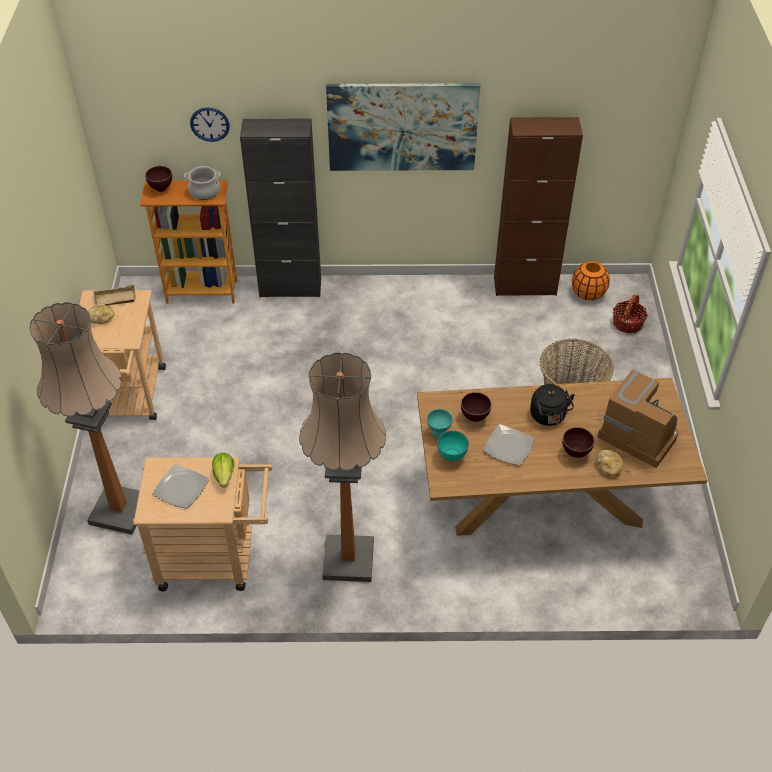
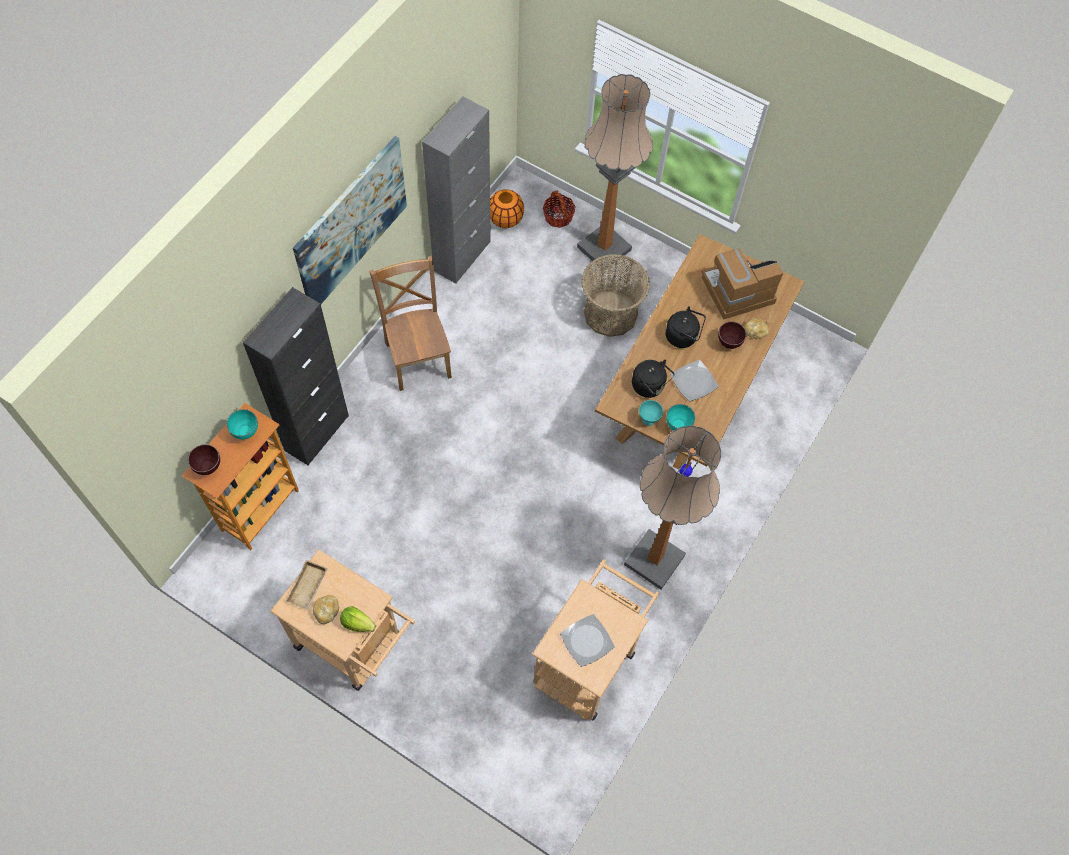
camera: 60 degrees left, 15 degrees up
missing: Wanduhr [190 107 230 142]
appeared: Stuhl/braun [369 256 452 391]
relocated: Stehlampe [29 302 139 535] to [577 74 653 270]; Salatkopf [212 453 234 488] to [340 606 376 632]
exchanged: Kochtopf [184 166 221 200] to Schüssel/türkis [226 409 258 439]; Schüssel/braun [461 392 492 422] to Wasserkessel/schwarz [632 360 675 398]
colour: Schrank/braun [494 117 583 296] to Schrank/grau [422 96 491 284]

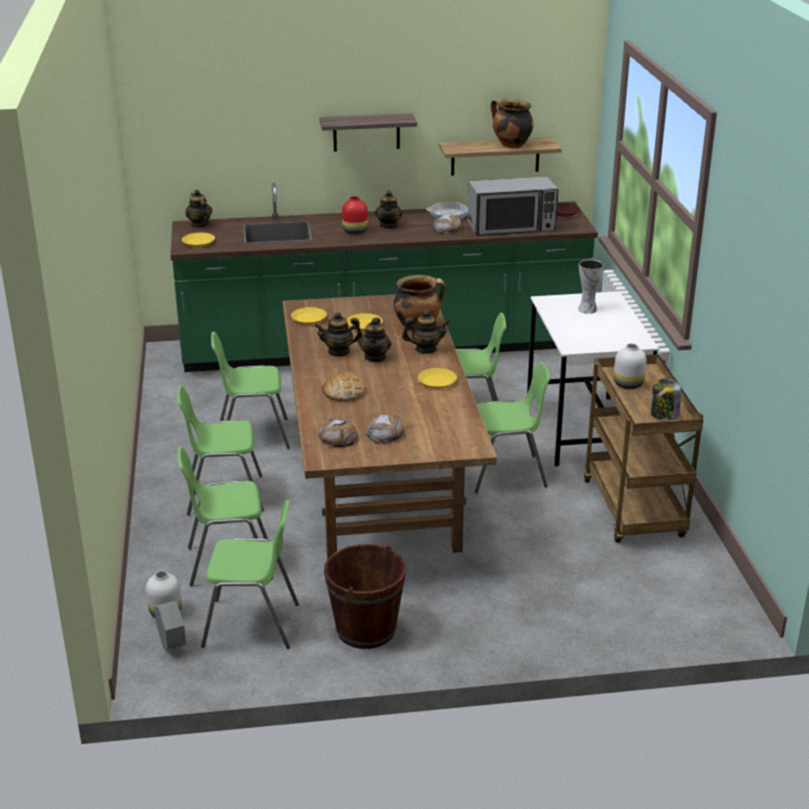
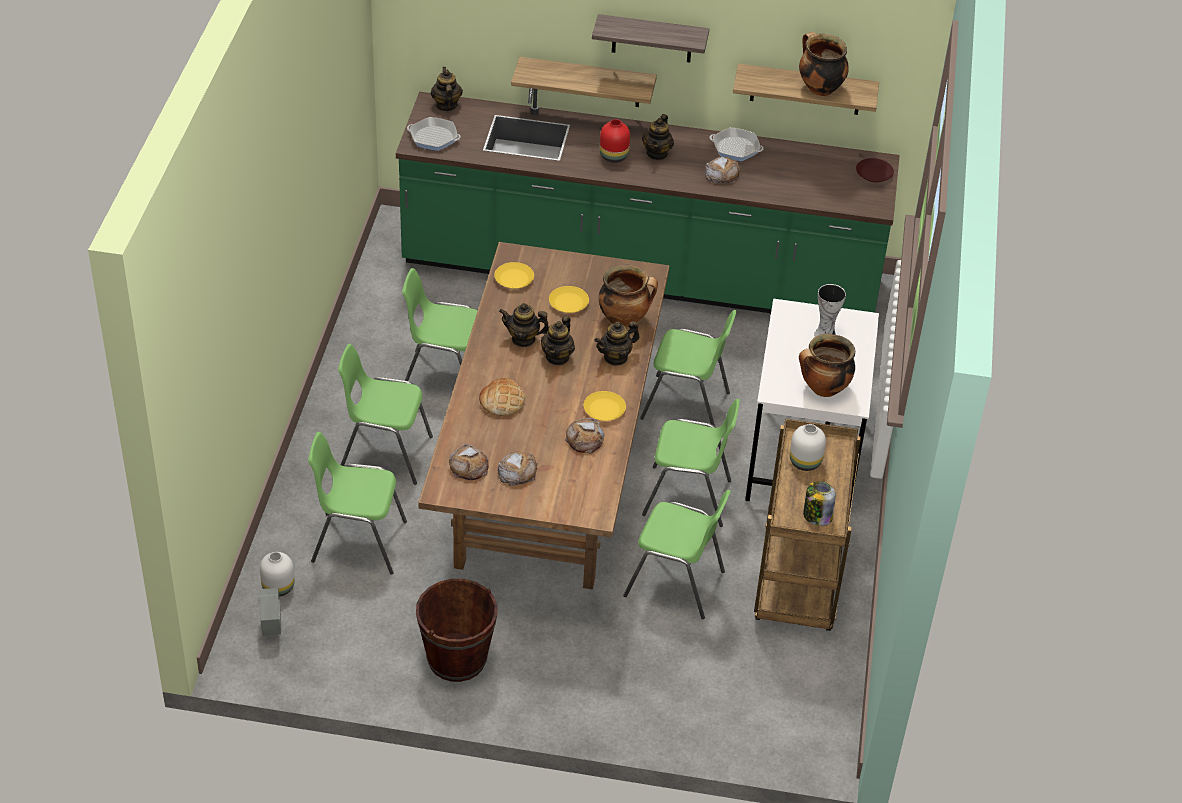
camera: 15 degrees right, 15 degrees up
missing: Mikrowelle [468 176 558 236]
appeared: Wandregal [511 57 657 107]; Brot [564 418 604 454]; Kochtopf [799 334 855 397]
relocated: Stuhl/grün [201 500 299 649] to [623 490 731 619]
exchanged: Teller/gelb [182 233 215 247] to Pfanne [407 117 461 151]
spun: Teekanne [402 310 450 354] = [595 321 640 366] 135 degrees clockwise

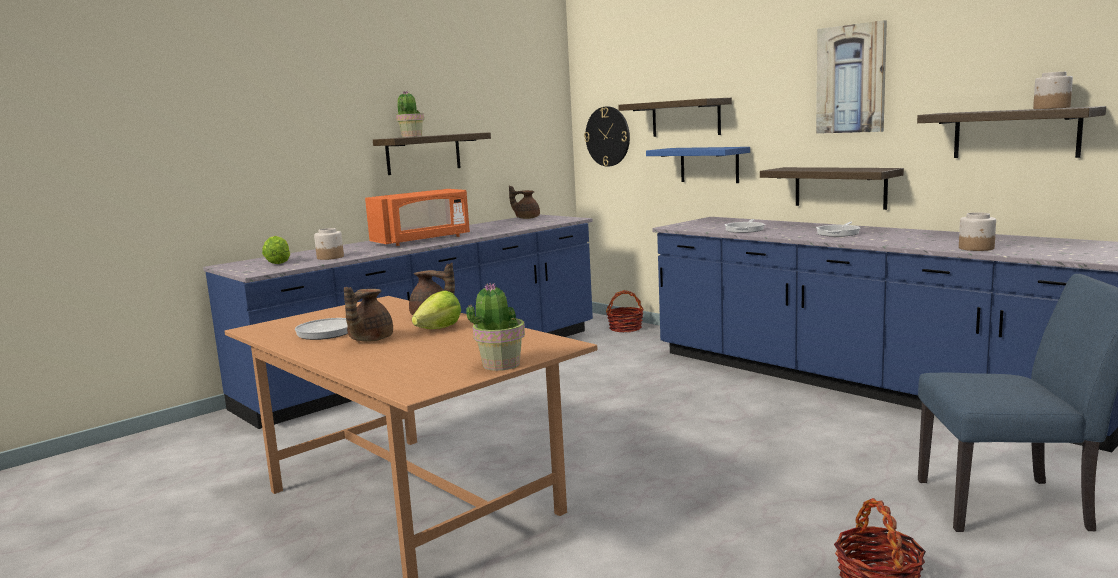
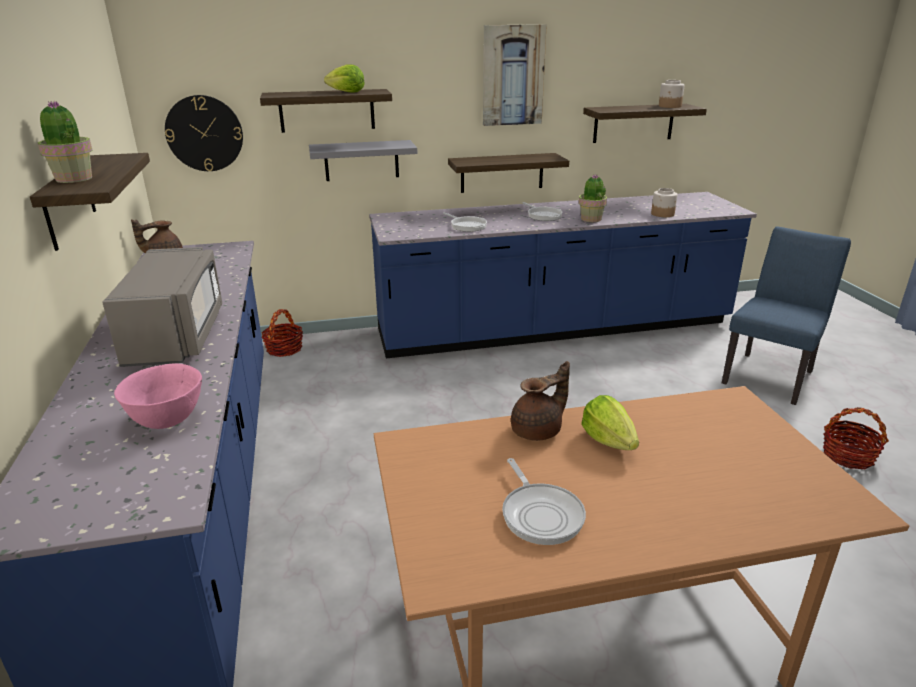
camera: 60 degrees left, 15 degrees up
missing: Teekanne/braun [344 287 393 342]
relocated: Salatkopf [262 236 290 264] to [324 65 365 93]; Topfpflanze [466 283 525 371] to [579 174 607 222]
exchanged: Vorratsglas [314 228 344 260] to Schüssel/rosa [114 364 202 429]
colour: Mikrowelle/orange [365 189 470 246] to Mikrowelle/grau [102 247 222 367]; Wandregal/blau [646 147 750 183] to Wandregal/grau [309 140 418 181]

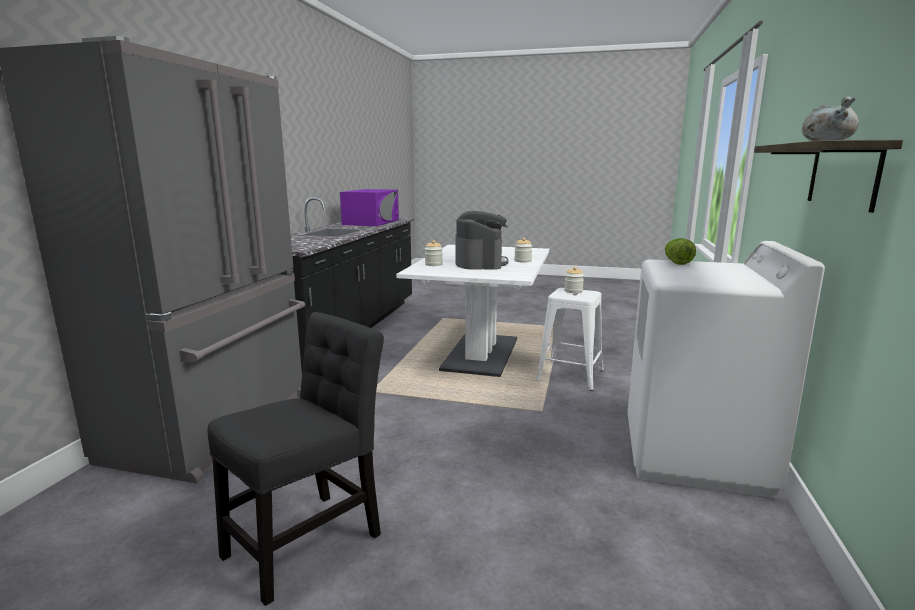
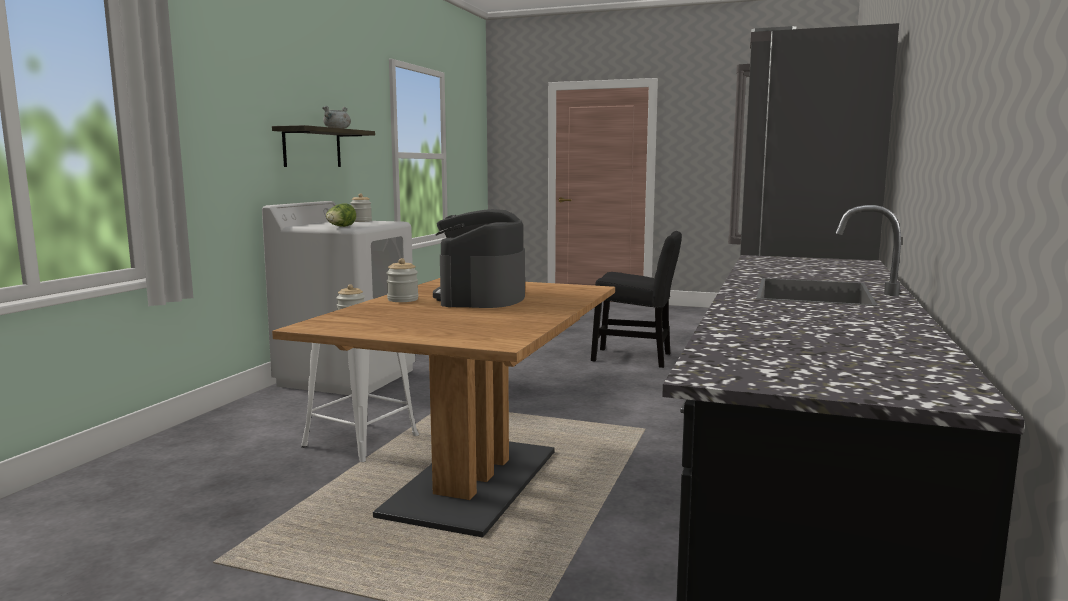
camera: 175 degrees left, 5 degrees down
missing: Mikrowelle/lila [340 189 399 226]
relocated: Vorratsglas [425 240 443 266] to [351 193 372 222]
colour: Esstisch/weiß [396 245 549 377] to Esstisch/braun [272 278 615 538]
spun: Stuhl/schwarz [208 312 384 606] = [591 231 682 368] 120 degrees counterclockwise

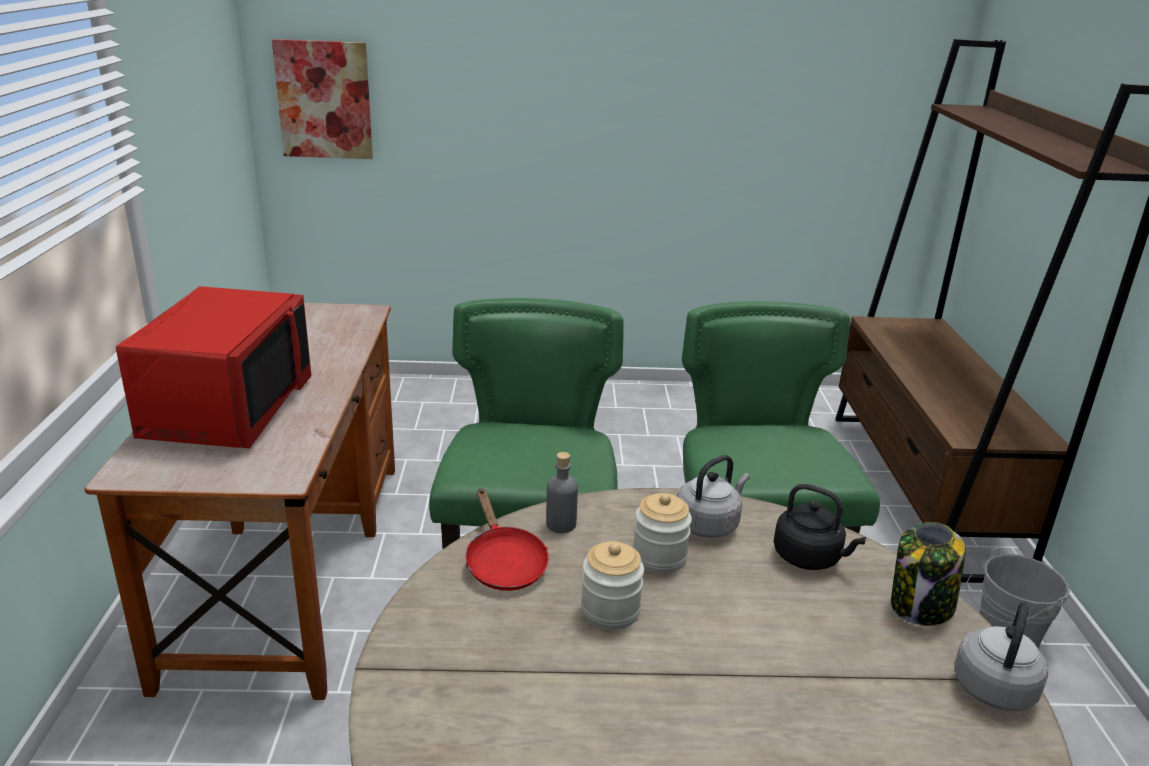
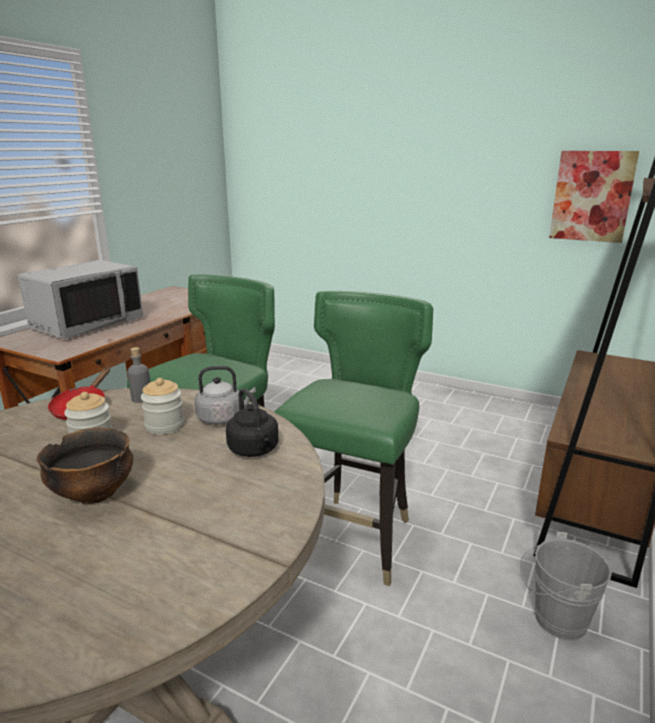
camera: 30 degrees right, 5 degrees down
missing: Vorratsglas [891 522 965 626]; Wasserkessel/grau [955 602 1048 711]
appeared: Schüssel [37 427 133 504]
relocated: Bild [272 39 373 159] to [549 151 639 243]
colour: Mikrowelle/rot [116 286 311 449] to Mikrowelle/grau [18 260 143 339]

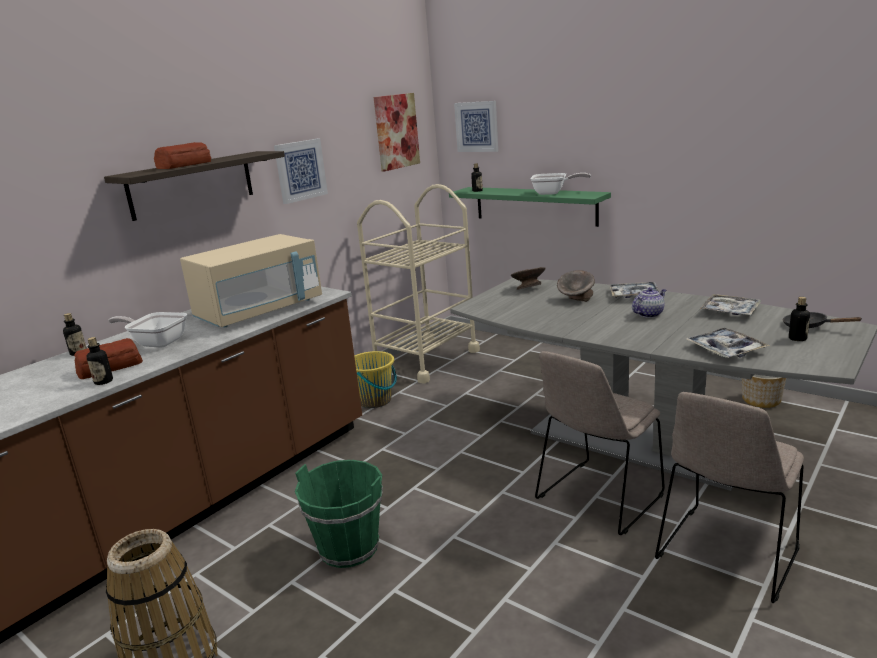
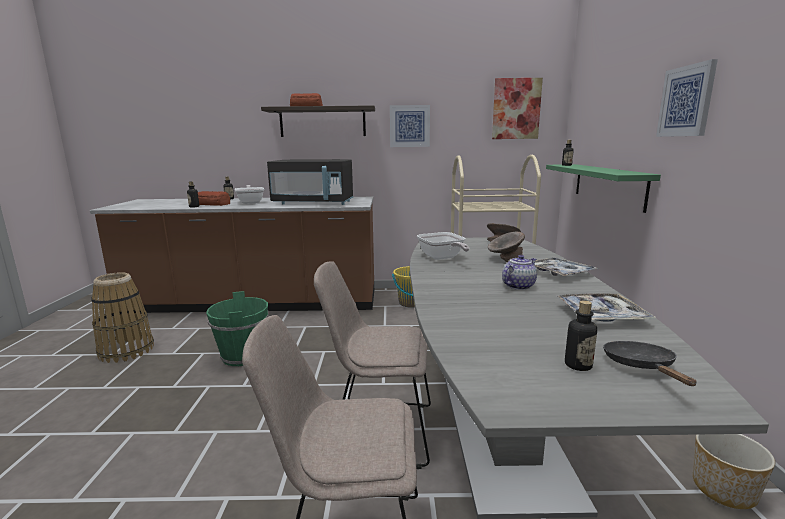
camera: 50 degrees right, 5 degrees down
missing: Tablett [686 328 770 358]
relocated: Bild [454 101 498 152] to [656 59 718 137]; Pfanne [530 173 591 195] to [417 232 469 260]
colour: Mikrowelle/beige [180 234 322 327] to Mikrowelle/schwarz [267 159 353 205]
spun: Teekanne [632 287 666 318] = [502 255 537 290] 60 degrees counterclockwise

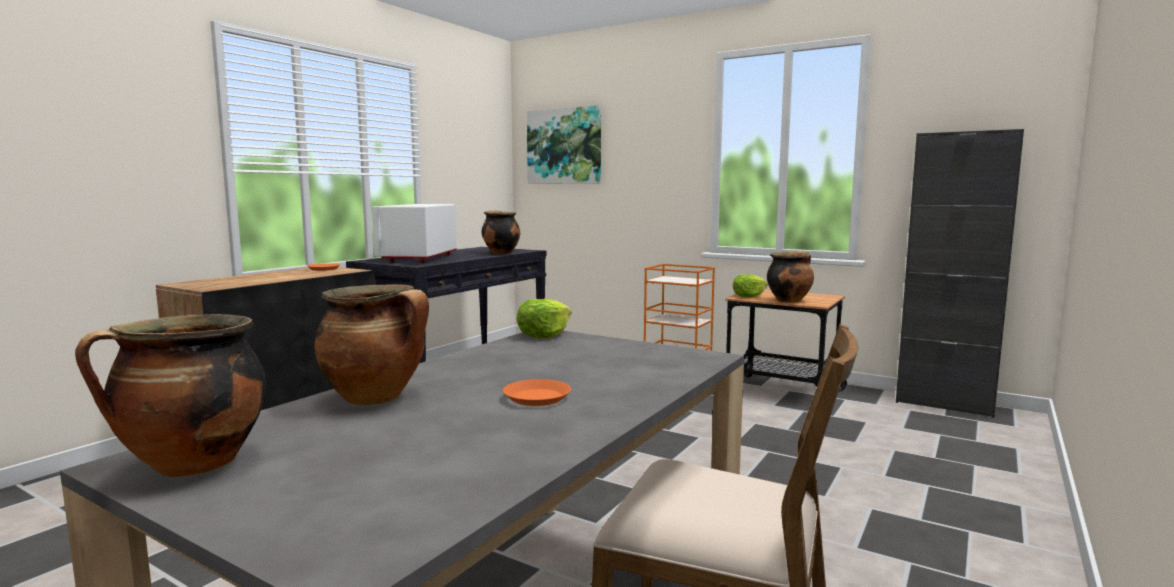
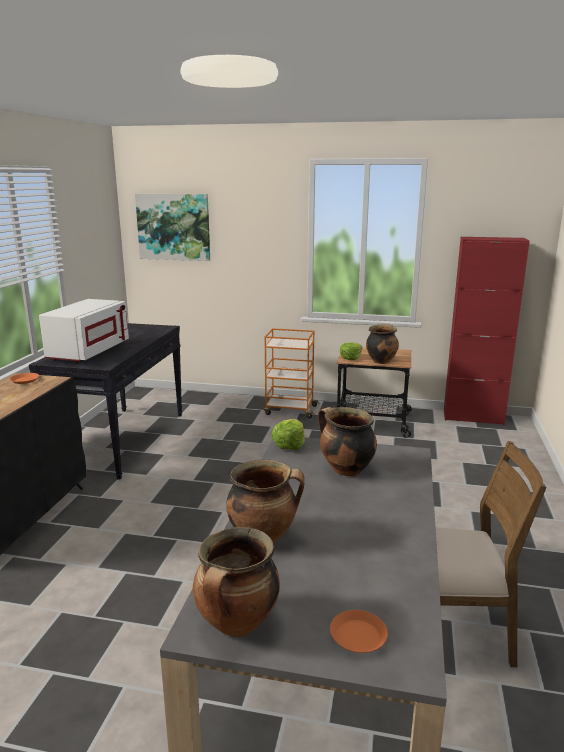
camera: 20 degrees left, 10 degrees up
relocated: Kochtopf [482 210 520 254] to [318 407 377 476]; Teller/orange [503 379 571 406] to [330 610 388 653]
colour: Schrank/schwarz [896 129 1024 418] to Schrank/rot [444 237 529 425]
spun: Mikrowelle/weiß [372 204 457 263] = [39 299 129 363] 150 degrees counterclockwise

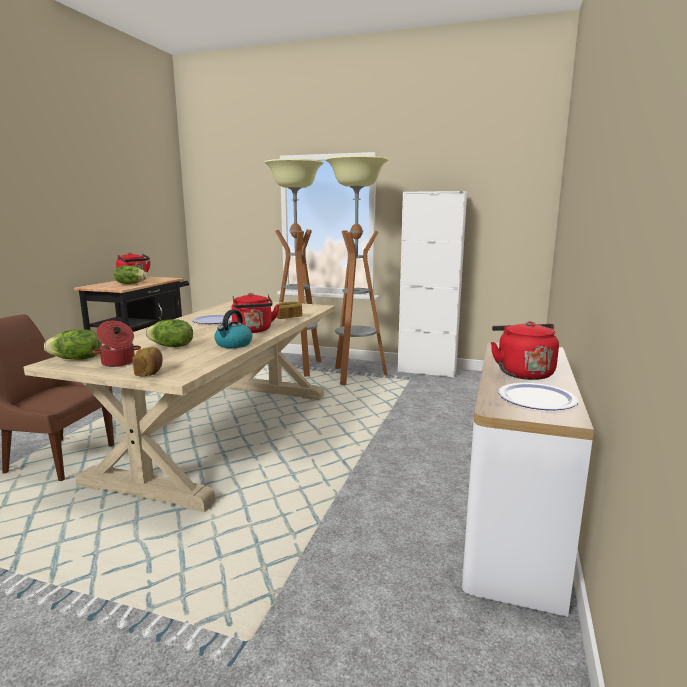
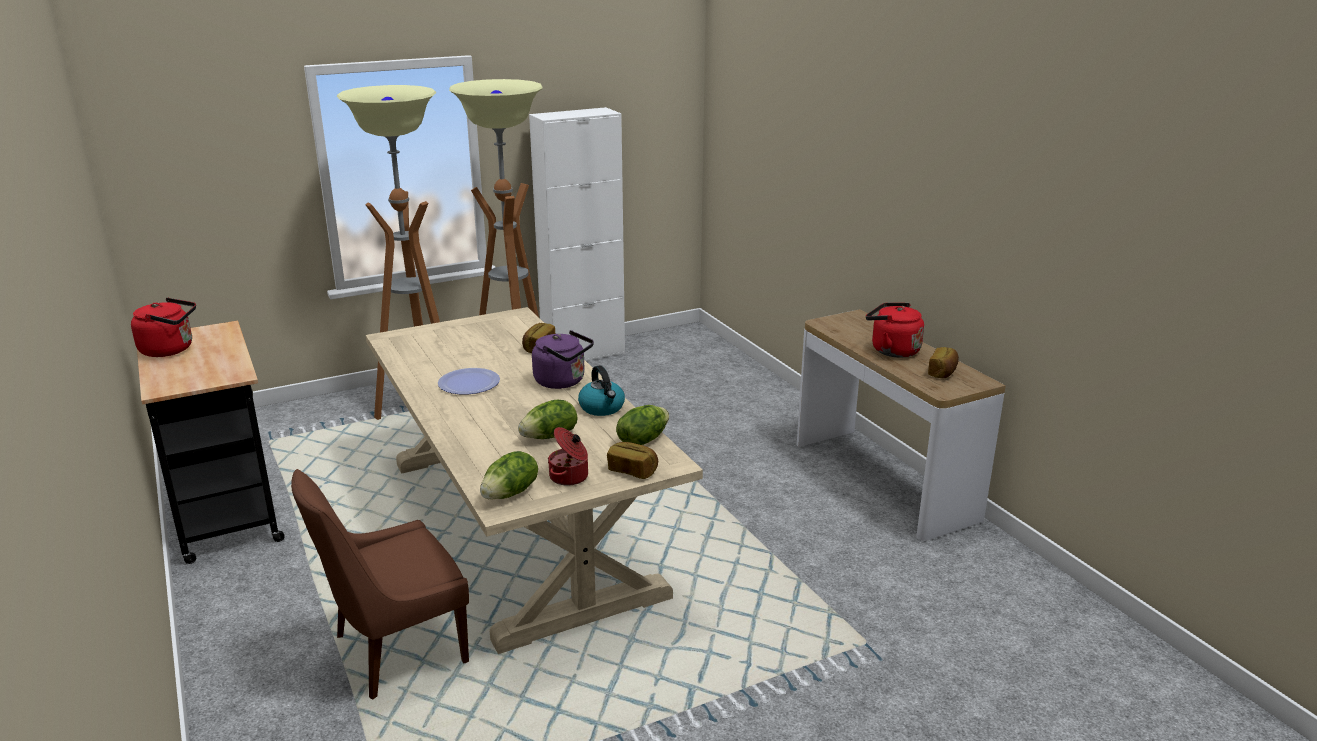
camera: 45 degrees left, 10 degrees up
relocated: Salatkopf [114 265 147 284] to [616 405 669 445]
exchanged: Teller [498 383 579 410] to Brot [928 347 959 378]
colour: Wasserkessel/rot [231 293 279 333] to Wasserkessel/lila [532 330 594 389]

